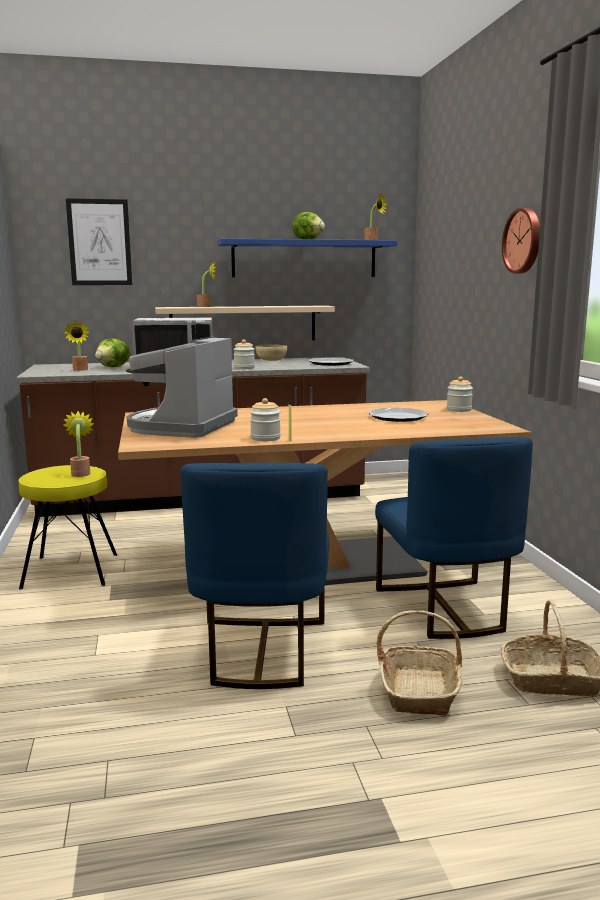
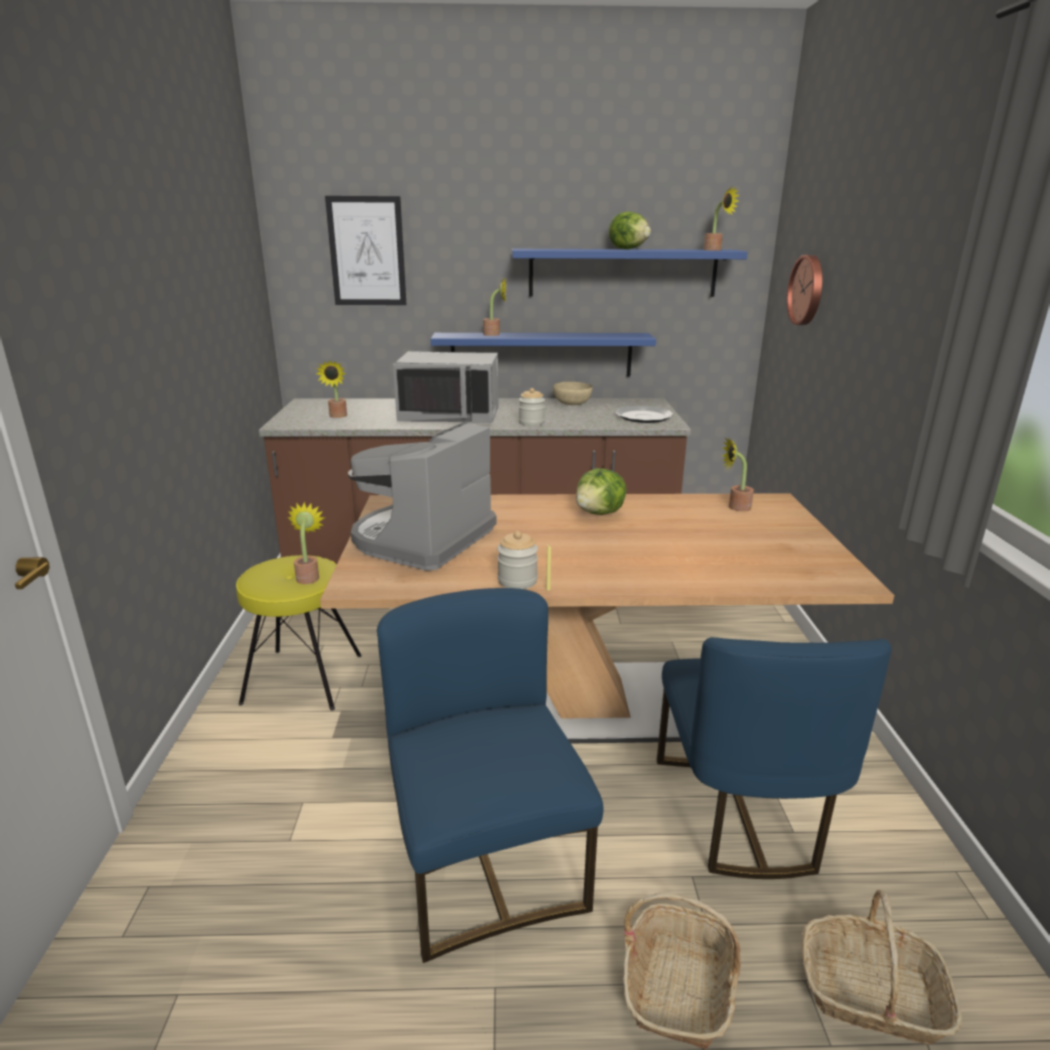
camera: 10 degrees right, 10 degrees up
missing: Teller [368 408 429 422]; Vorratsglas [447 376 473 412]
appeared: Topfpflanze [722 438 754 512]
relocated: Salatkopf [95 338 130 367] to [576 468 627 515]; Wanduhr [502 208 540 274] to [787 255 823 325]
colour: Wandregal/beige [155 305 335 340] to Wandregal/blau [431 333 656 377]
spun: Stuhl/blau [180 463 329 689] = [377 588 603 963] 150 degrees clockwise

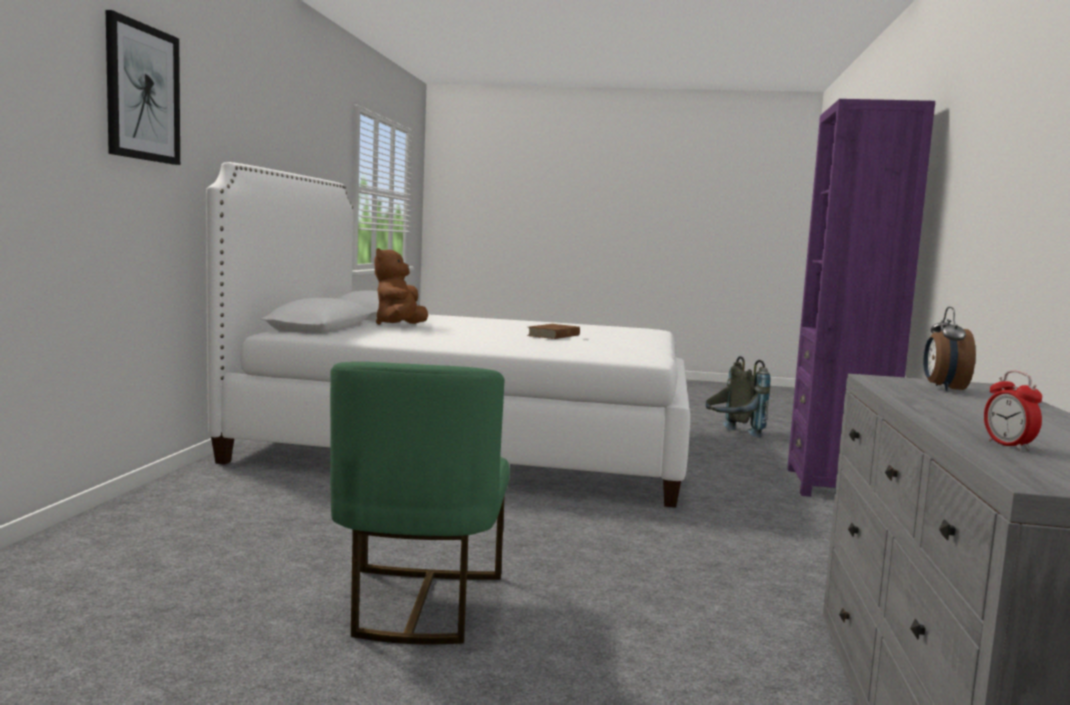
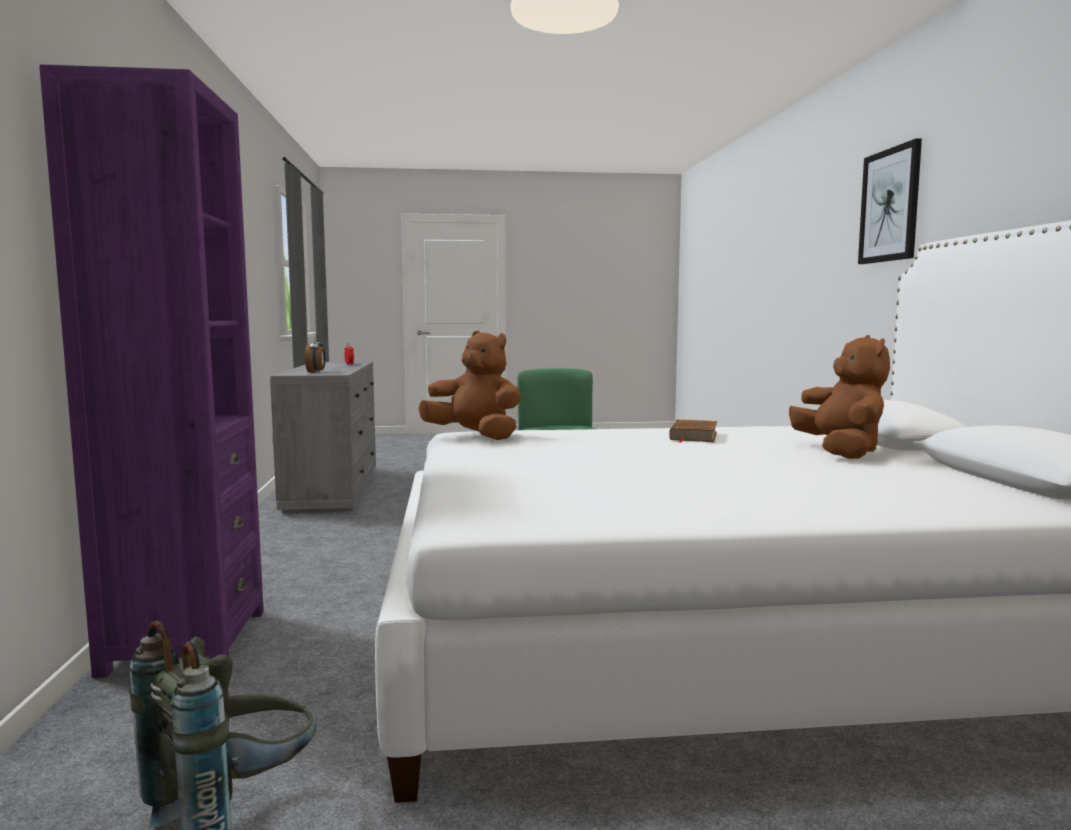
camera: 165 degrees right, 0 degrees up
appeared: Plüschtier/braun [419 330 521 440]
relocated: Buch/braun [527 324 580 339] to [669 419 717 443]

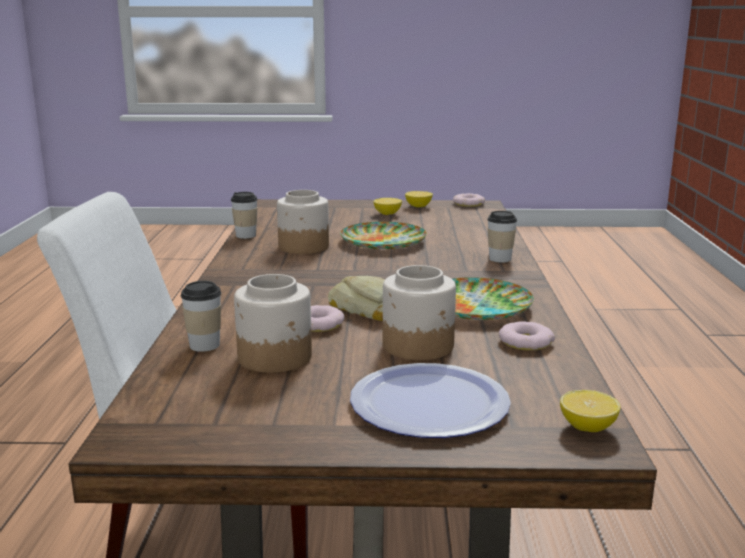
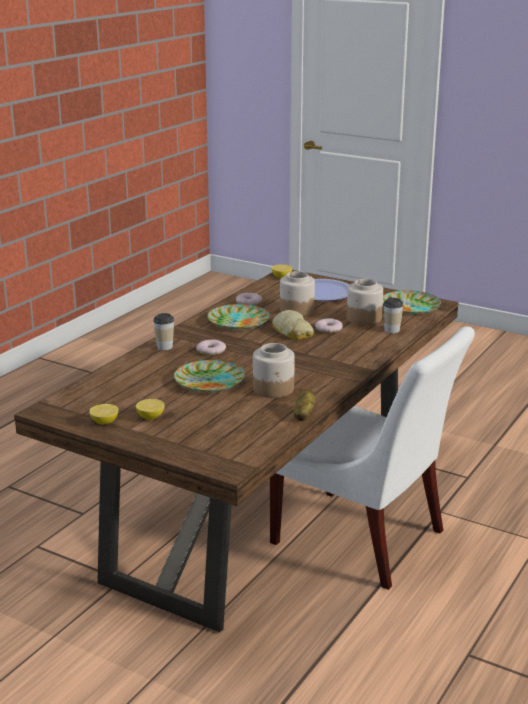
camera: 150 degrees left, 5 degrees up
appeared: Teller [383 290 441 314]
relocated: Donut [453 193 485 207] to [196 339 226 355]
exchanged: Tasse [231 192 258 239] to Kartoffel [294 390 316 421]

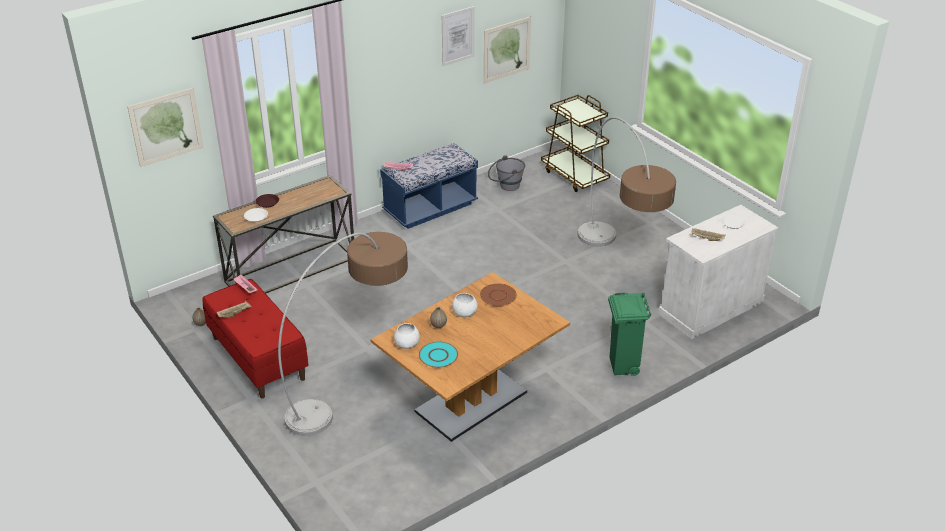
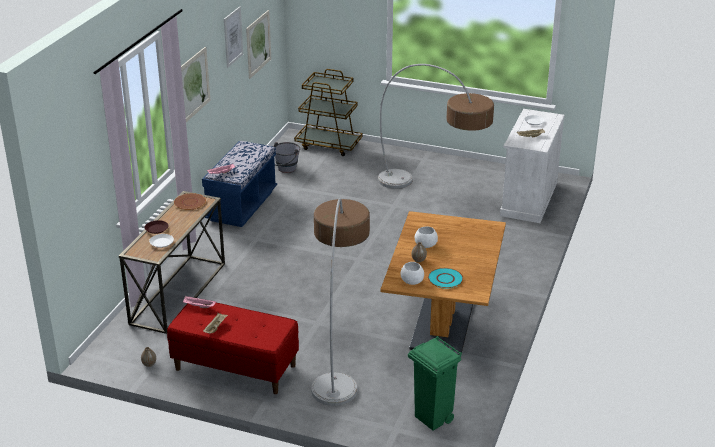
camera: 35 degrees left, 5 degrees down
relocated: Bild [127 88 204 167] to [181 47 210 122]; Teller/braun [480 283 517 306] to [174 193 206 210]; Mülleimer/grün [608 293 652 376] to [408 336 462 431]

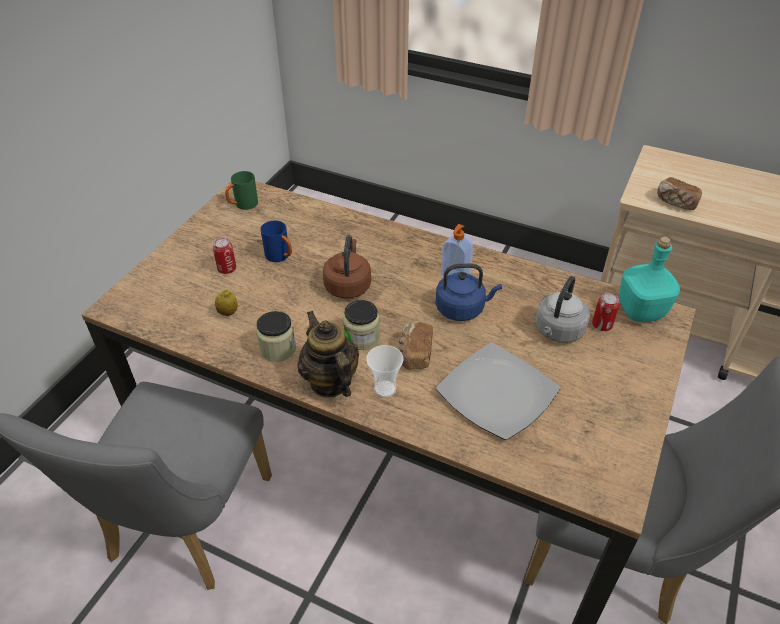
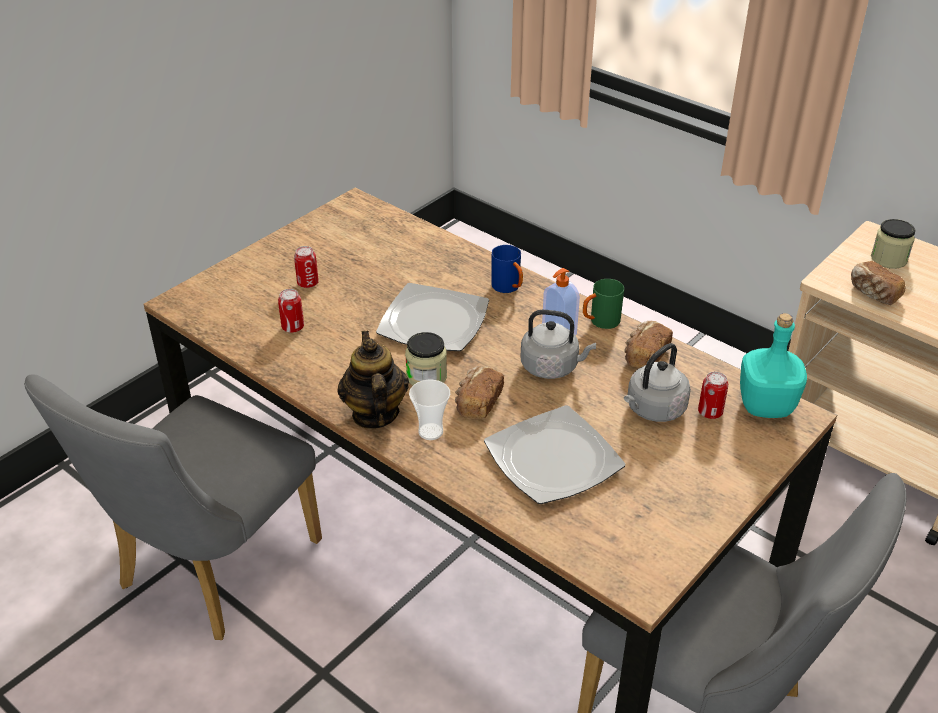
camera: 15 degrees right, 5 degrees down
appeared: Brot [624 321 673 368]
relocated: Henkelbecher/grün [225 171 258 210] to [583 279 624 329]; Vorratsglas [256 311 296 362] to [871 219 915 269]; Henkelbecher/blau [260 221 292 262] to [491 245 523 293]
exchanged: Zitrone [215 290 238 316] to Dose [278 289 304 333]; Wasserkessel/braun [323 235 371 299] to Teller [376 283 489 351]
colour: Wasserkessel/blau [436 263 502 321] to Wasserkessel/grau [521 310 596 379]

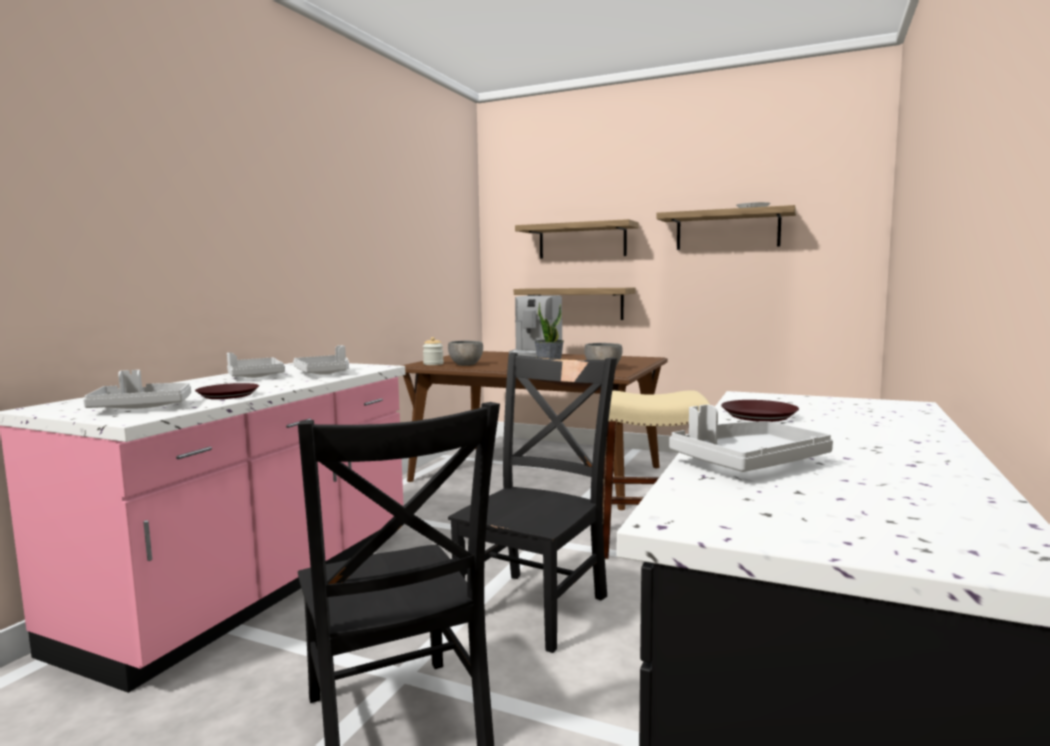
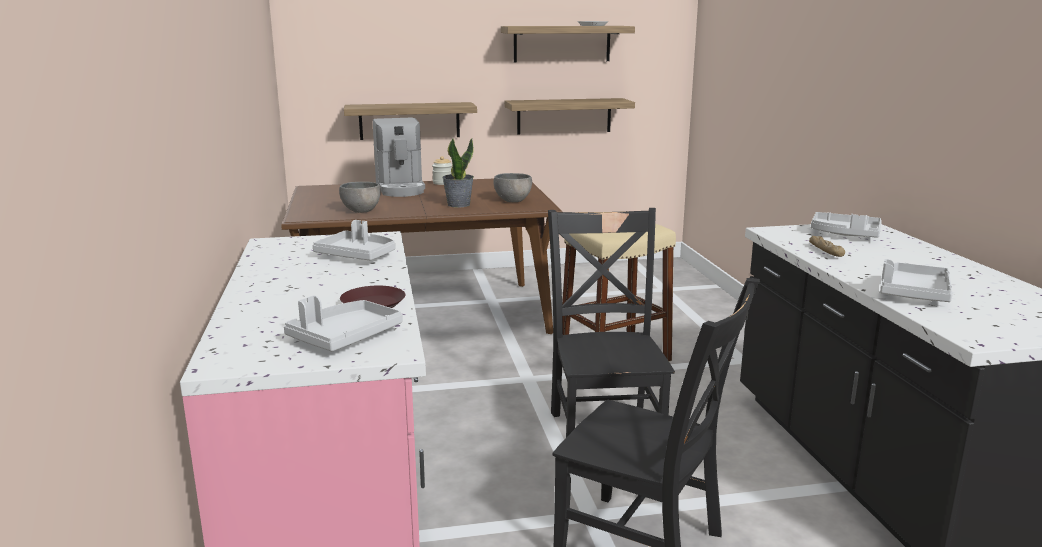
camera: 35 degrees left, 10 degrees up
relocated: Tablett/grau [227 352 285 378] to [811 212 882 238]; Vorratsglas [423 337 444 365] to [432 156 452 185]; Wandregal [515 219 639 259] to [505 98 635 135]
exchanged: Teller/braun [721 400 799 422] to Brot [809 236 845 257]

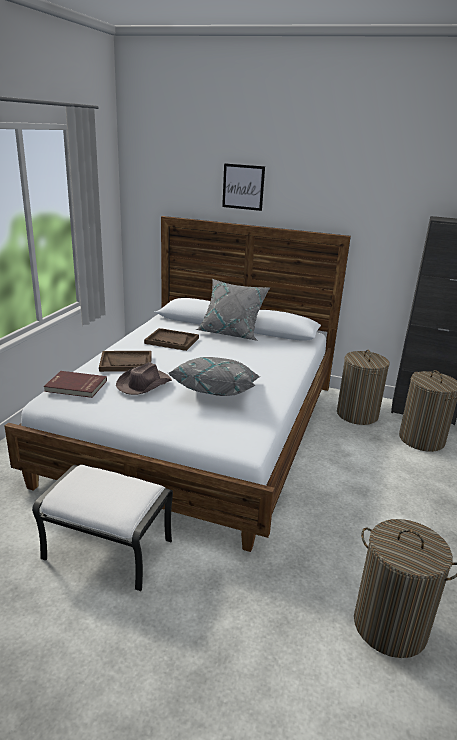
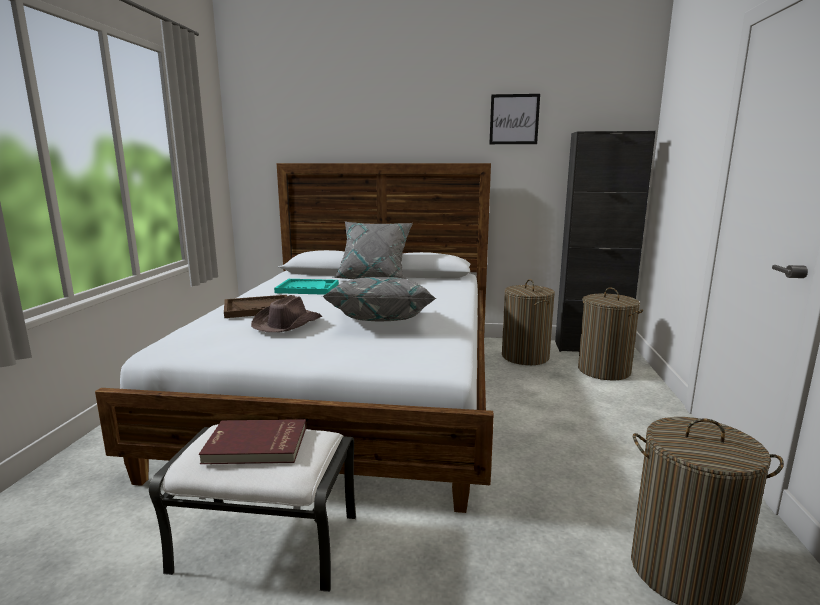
camera: 10 degrees left, 10 degrees down
relocated: Buch/rot [44 371 107 398] to [199 419 306 464]; Bild [222 163 265 211] to [489 94 540 144]
colour: Tablett/braun [144 328 199 351] to Tablett/türkis [274 279 339 295]

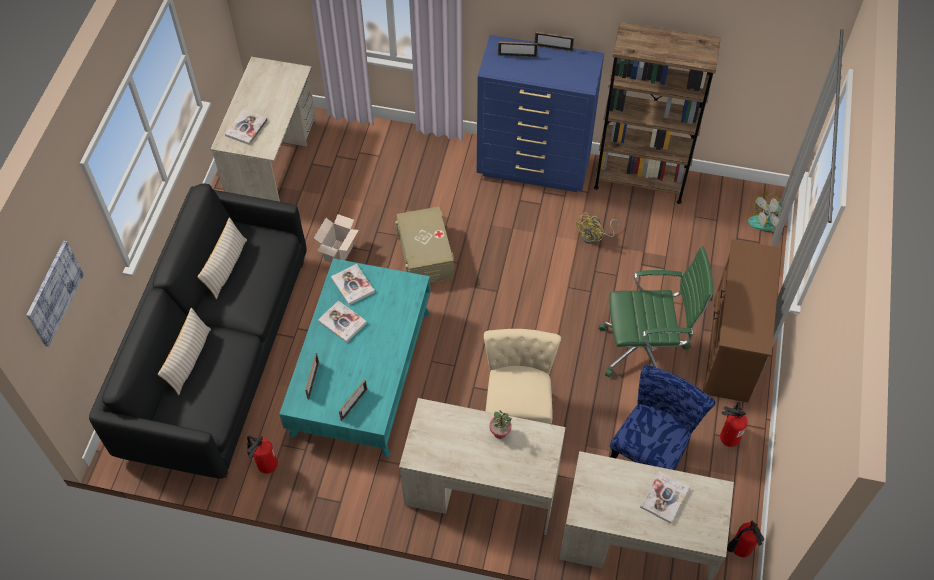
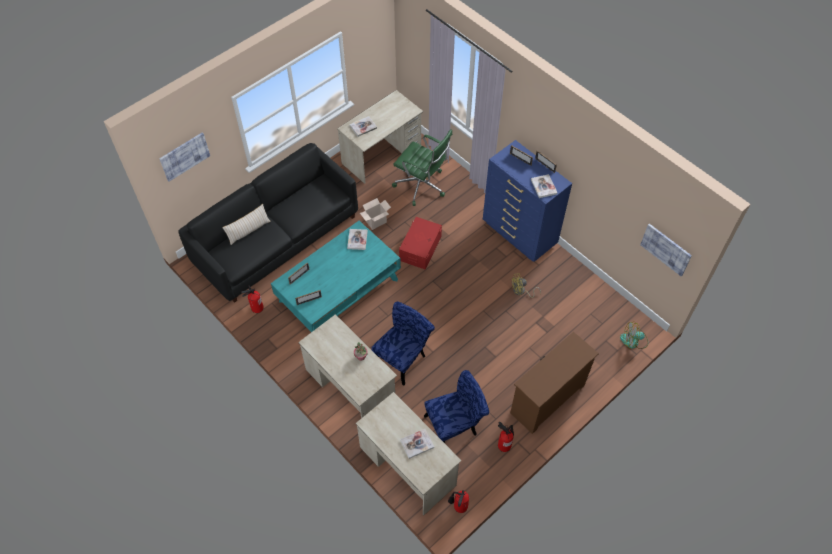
camera: 35 degrees right, 0 degrees up
missing: Kissen/beige [197 217 247 299]; Bücherregal/braun [594 22 721 204]
appeared: Bild [640 224 692 276]
relocated: Buch [318 301 367 343] to [531 174 557 198]; Bürostuhl/grün [599 246 713 377] to [392 129 452 206]
colour: Aufbewahrungsbox/beige [395 207 454 283] to Aufbewahrungsbox/rot [399 217 442 270]; Stuhl/beige [484 329 561 424] to Stuhl/blau [371 301 435 386]

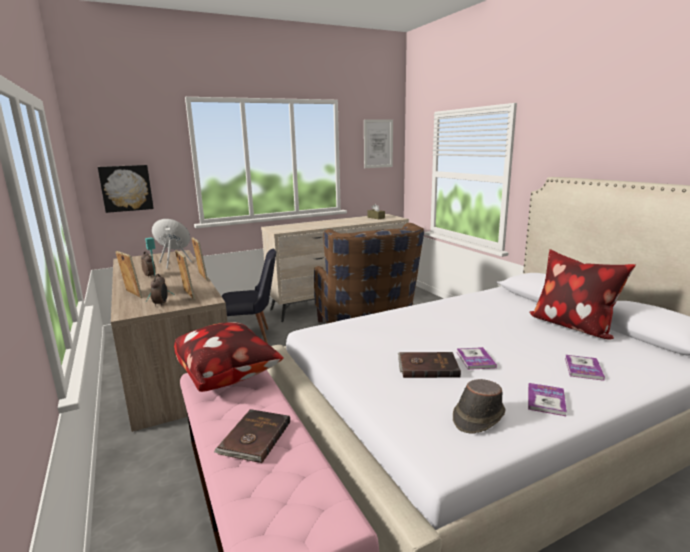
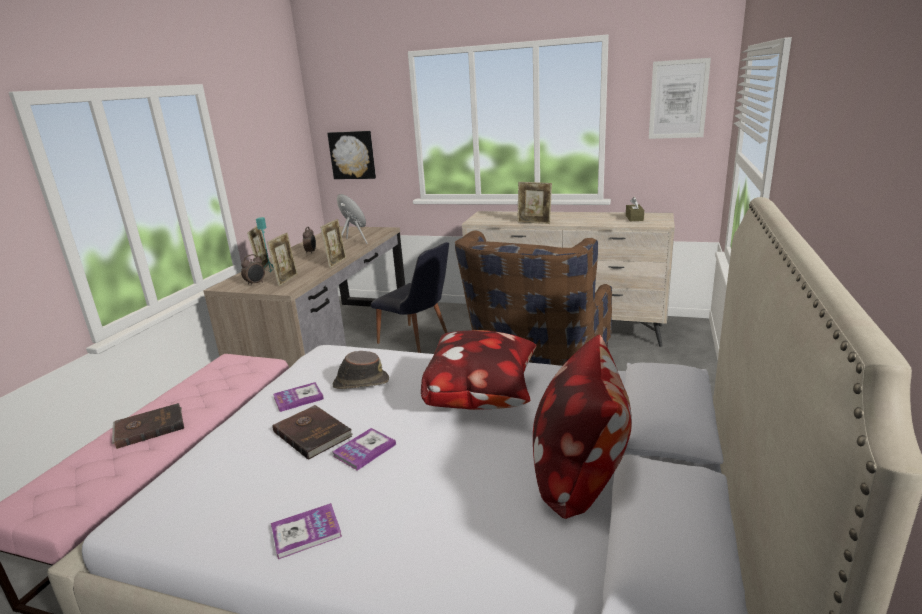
camera: 45 degrees right, 5 degrees up
appeared: Bilderrahmen [517 182 552 224]
relocated: Kissen [174 322 284 392] to [421 330 536 410]; Hut/braun [453 379 506 434] to [333 351 389 389]; Buch [565 355 605 381] to [273 382 324 412]

